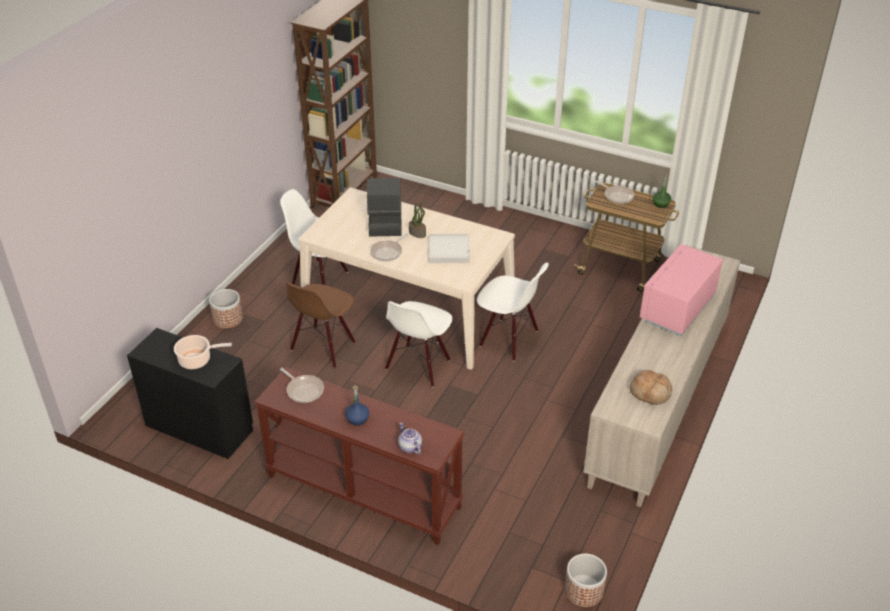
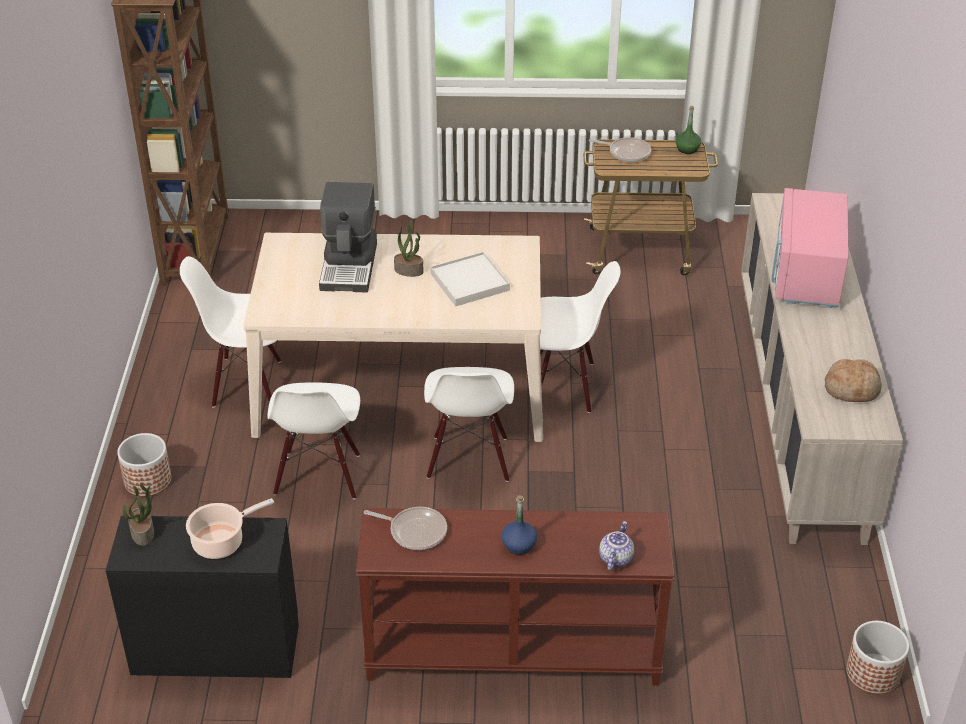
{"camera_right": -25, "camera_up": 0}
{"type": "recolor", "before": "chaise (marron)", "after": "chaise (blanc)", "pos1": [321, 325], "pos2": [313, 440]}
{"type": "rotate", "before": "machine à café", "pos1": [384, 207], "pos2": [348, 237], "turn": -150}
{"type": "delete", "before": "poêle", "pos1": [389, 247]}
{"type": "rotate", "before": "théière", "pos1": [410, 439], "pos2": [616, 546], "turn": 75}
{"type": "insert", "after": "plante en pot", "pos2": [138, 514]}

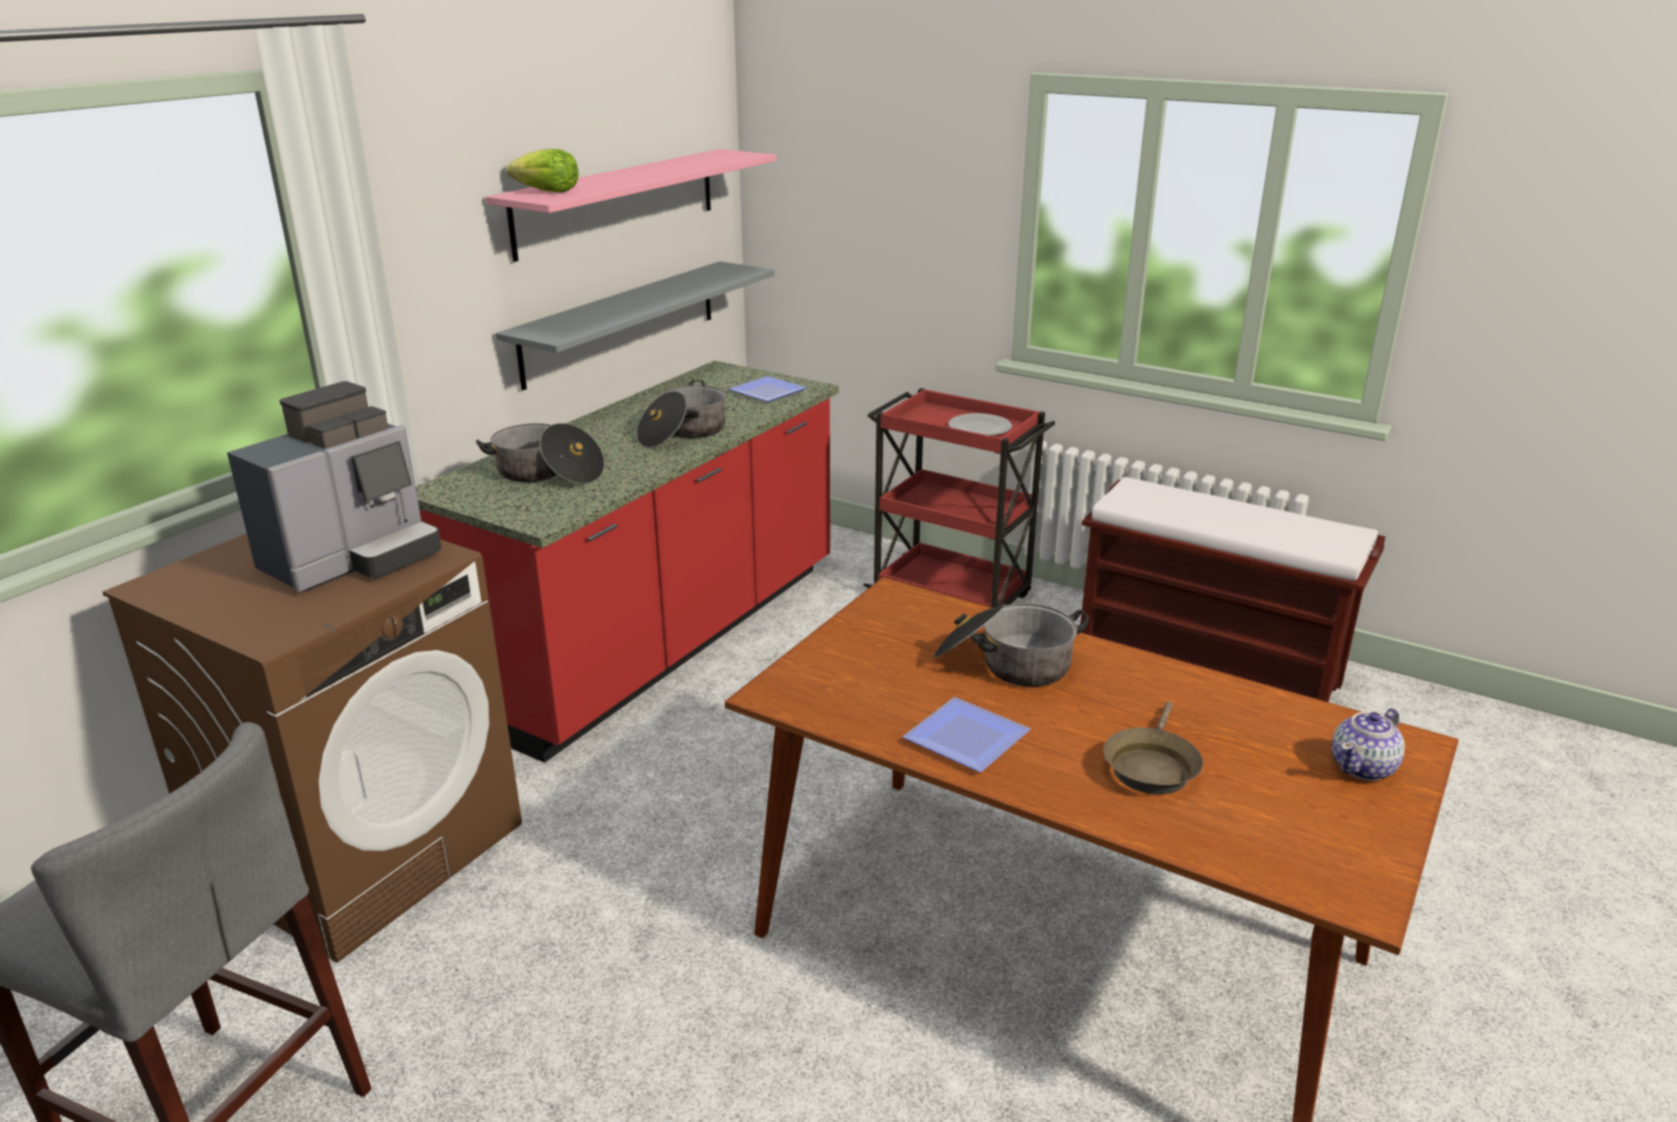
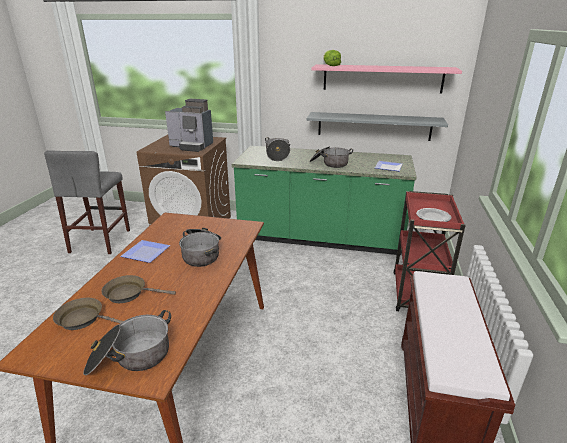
{"camera_right": 70, "camera_up": 0}
{"type": "recolor", "before": "comptoir de cuisine (rouge)", "after": "comptoir de cuisine (vert)", "pos1": [627, 562], "pos2": [324, 200]}
{"type": "replace", "before": "théière", "after": "marmite", "pos1": [1368, 744], "pos2": [127, 343]}
{"type": "insert", "after": "poêle (marron)", "pos2": [88, 314]}

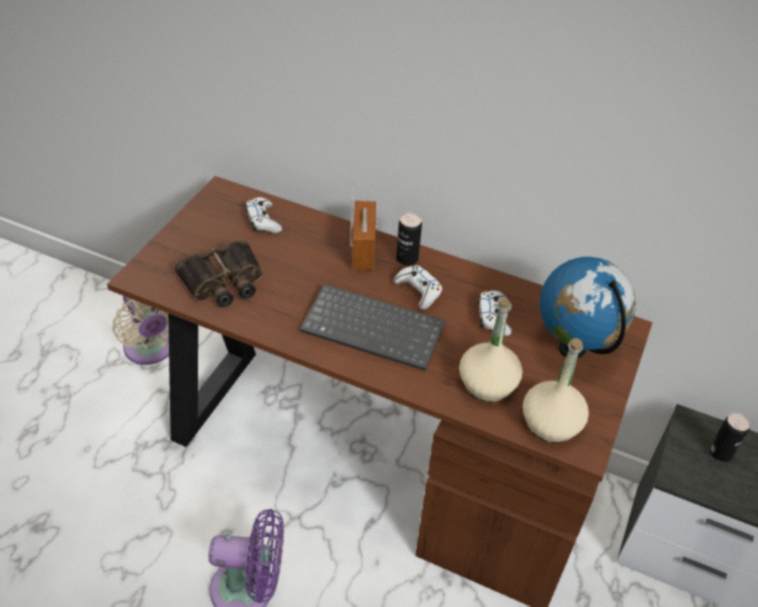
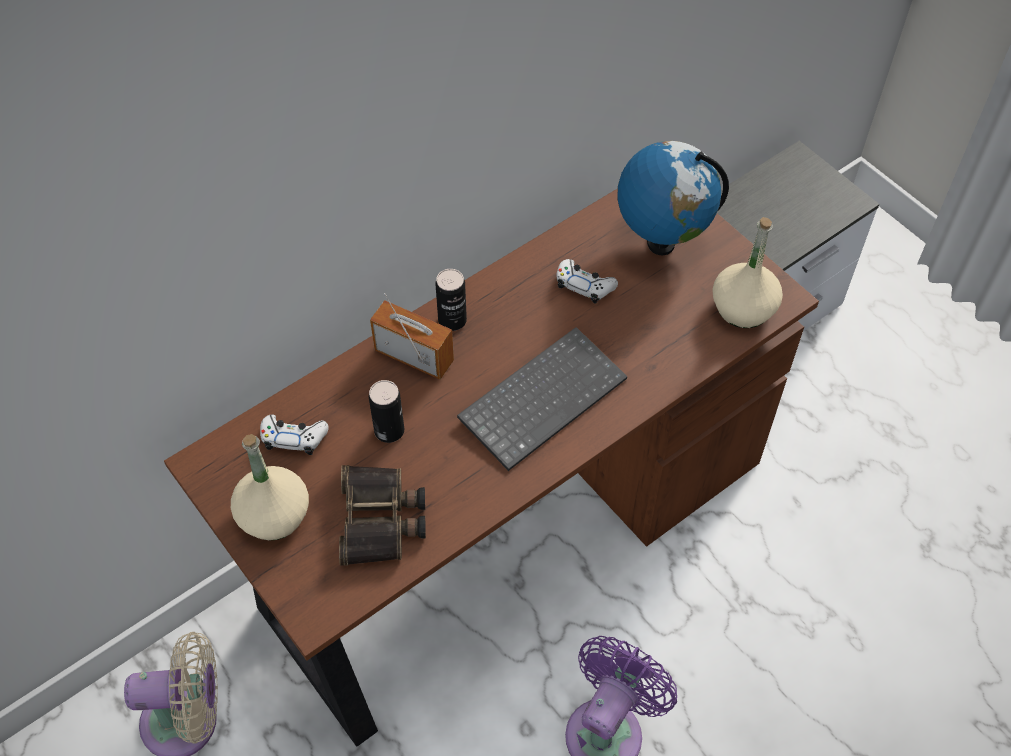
{"camera_right": -60, "camera_up": 10}
{"type": "delete", "before": "manette (blanc)", "pos1": [417, 287]}
{"type": "move", "before": "bouteille (beige)", "pos1": [490, 350], "pos2": [270, 487]}
{"type": "move", "before": "boîte métallique", "pos1": [730, 437], "pos2": [386, 411]}

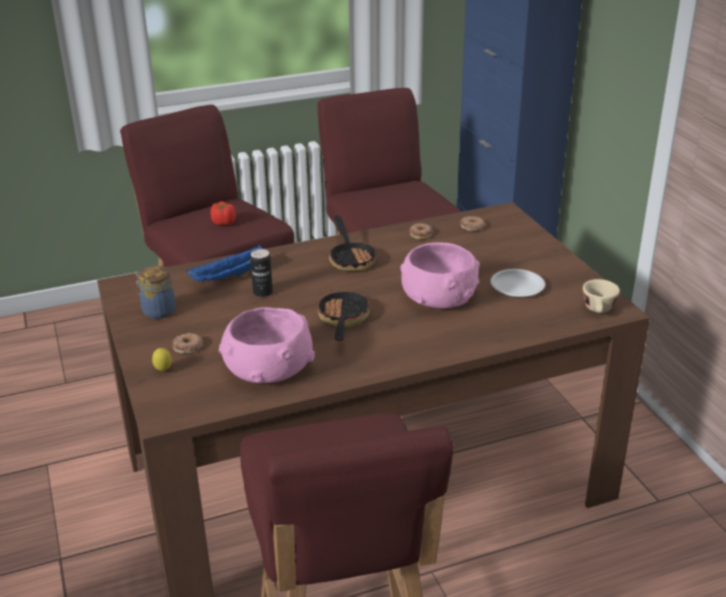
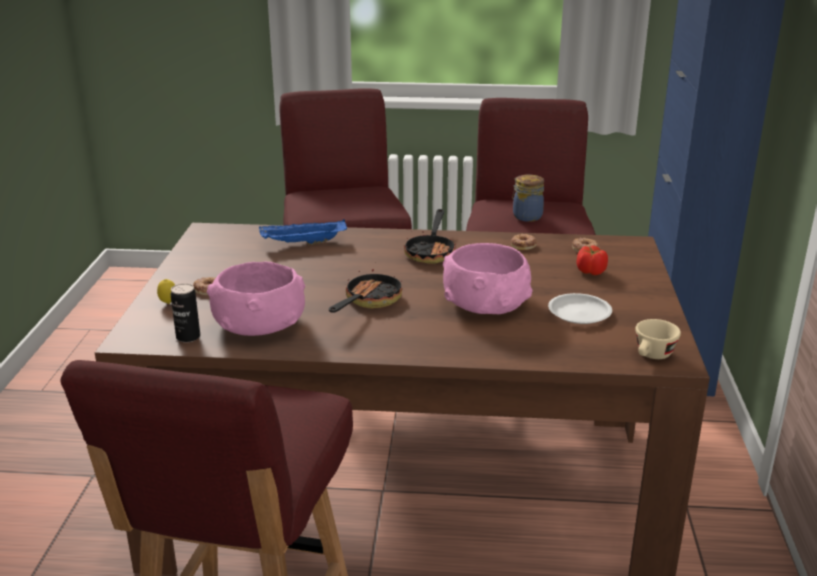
{"camera_right": 25, "camera_up": -5}
{"type": "move", "before": "bocal", "pos1": [155, 292], "pos2": [528, 198]}
{"type": "move", "before": "tomate", "pos1": [223, 213], "pos2": [592, 260]}
{"type": "move", "before": "boîte métallique", "pos1": [261, 273], "pos2": [185, 313]}

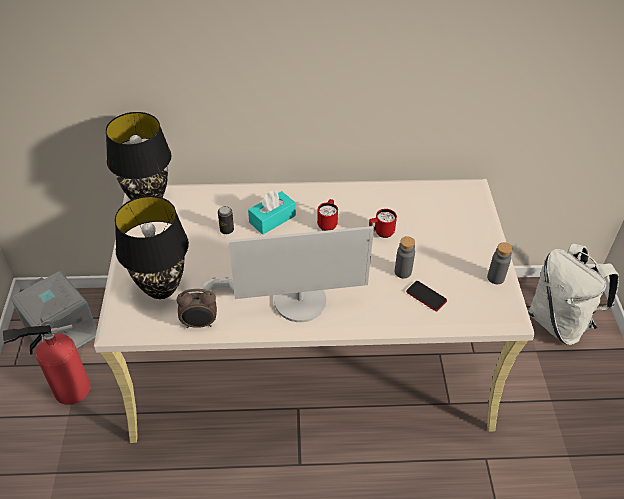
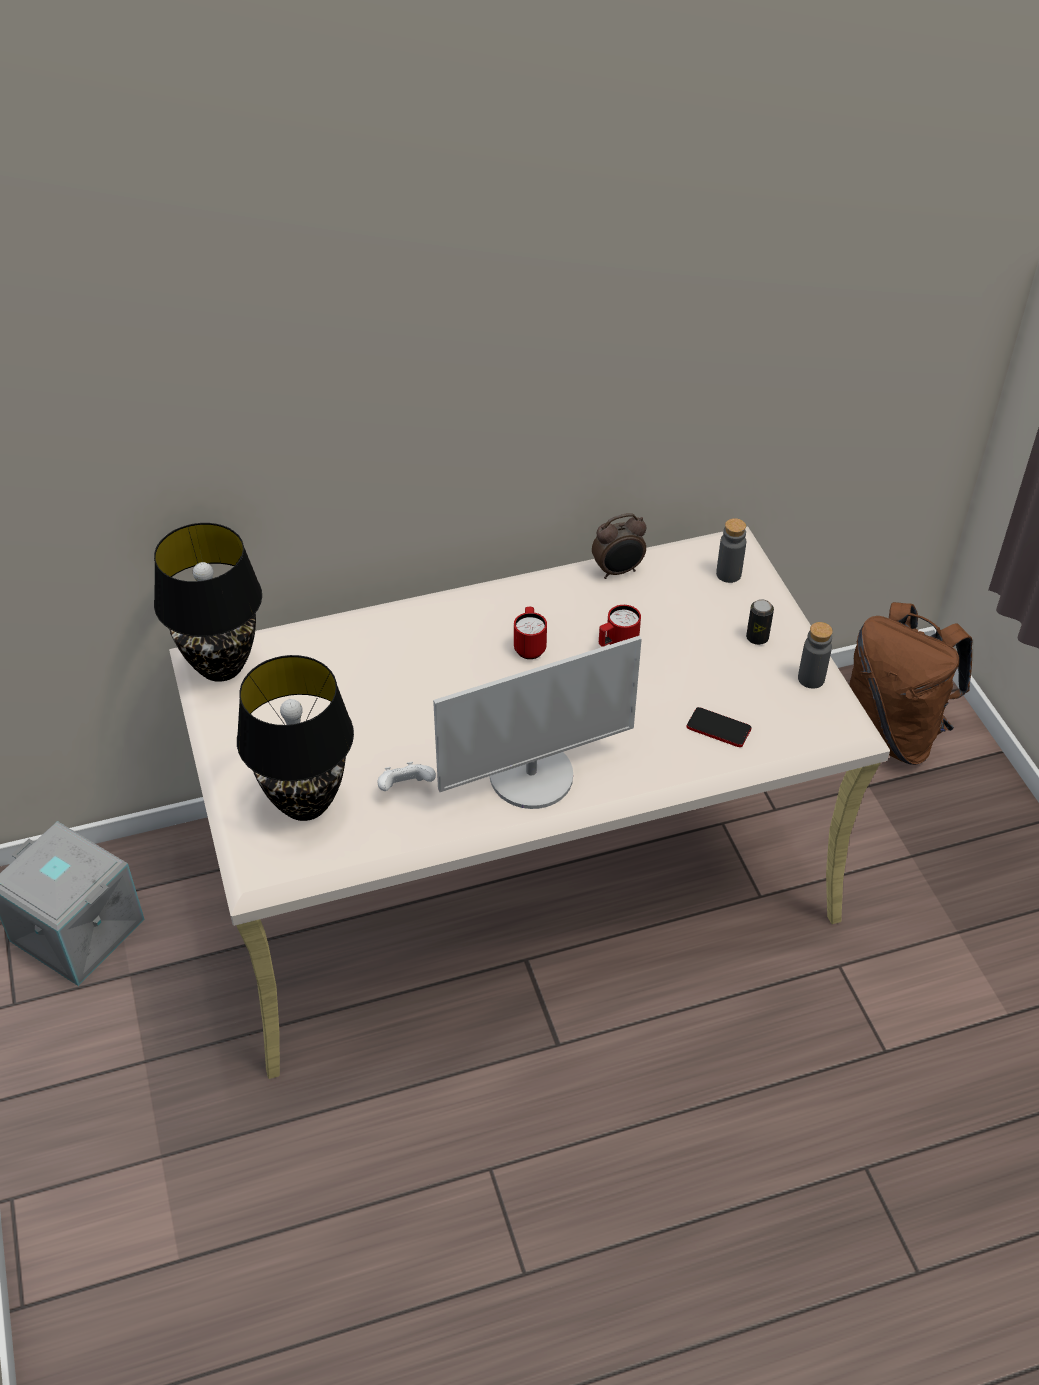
{"camera_right": -15, "camera_up": 0}
{"type": "delete", "before": "extincteur", "pos1": [46, 361]}
{"type": "move", "before": "réveil", "pos1": [197, 308], "pos2": [619, 546]}
{"type": "move", "before": "boîte métallique", "pos1": [226, 220], "pos2": [760, 622]}
{"type": "delete", "before": "boîte à mouchoirs (turquoise)", "pos1": [272, 212]}
{"type": "move", "before": "bouteille (gris)", "pos1": [405, 257], "pos2": [731, 550]}
{"type": "recolor", "before": "sac à dos (blanc)", "after": "sac à dos (marron)", "pos1": [574, 294], "pos2": [910, 683]}

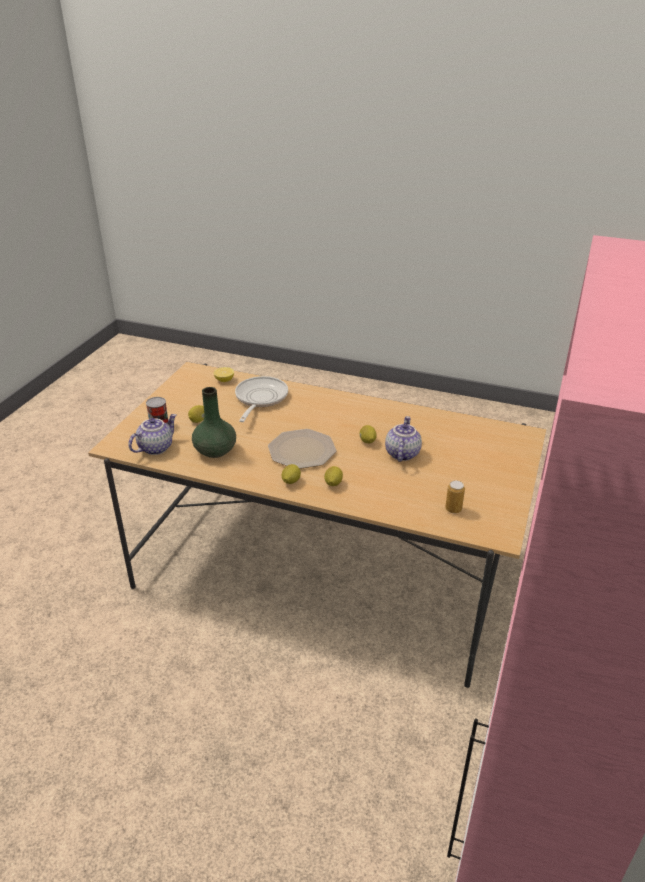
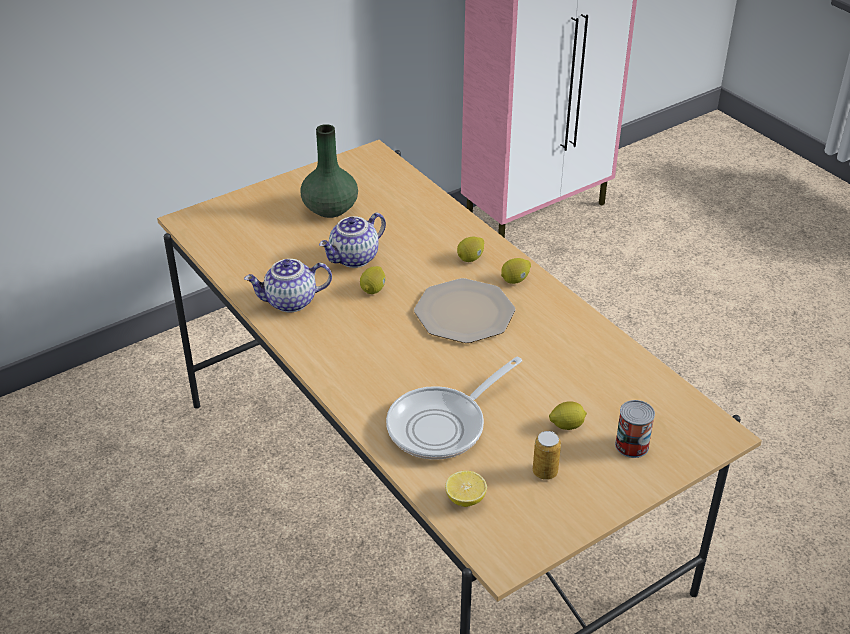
{"camera_right": -145, "camera_up": 5}
{"type": "move", "before": "théière", "pos1": [152, 434], "pos2": [288, 286]}
{"type": "move", "before": "vase (vert)", "pos1": [214, 422], "pos2": [329, 171]}
{"type": "move", "before": "boîte métallique", "pos1": [455, 497], "pos2": [547, 455]}

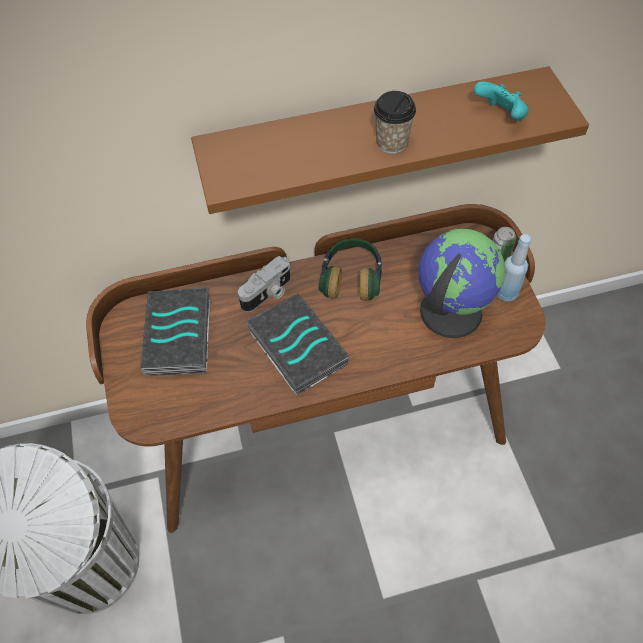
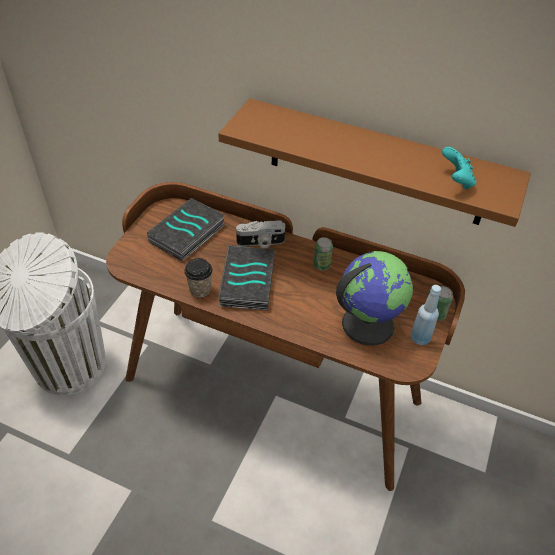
{"camera_right": 35, "camera_up": -10}
{"type": "replace", "before": "casque audio", "after": "boîte métallique", "pos1": [350, 269], "pos2": [323, 254]}
{"type": "move", "before": "tasse", "pos1": [395, 122], "pos2": [198, 278]}

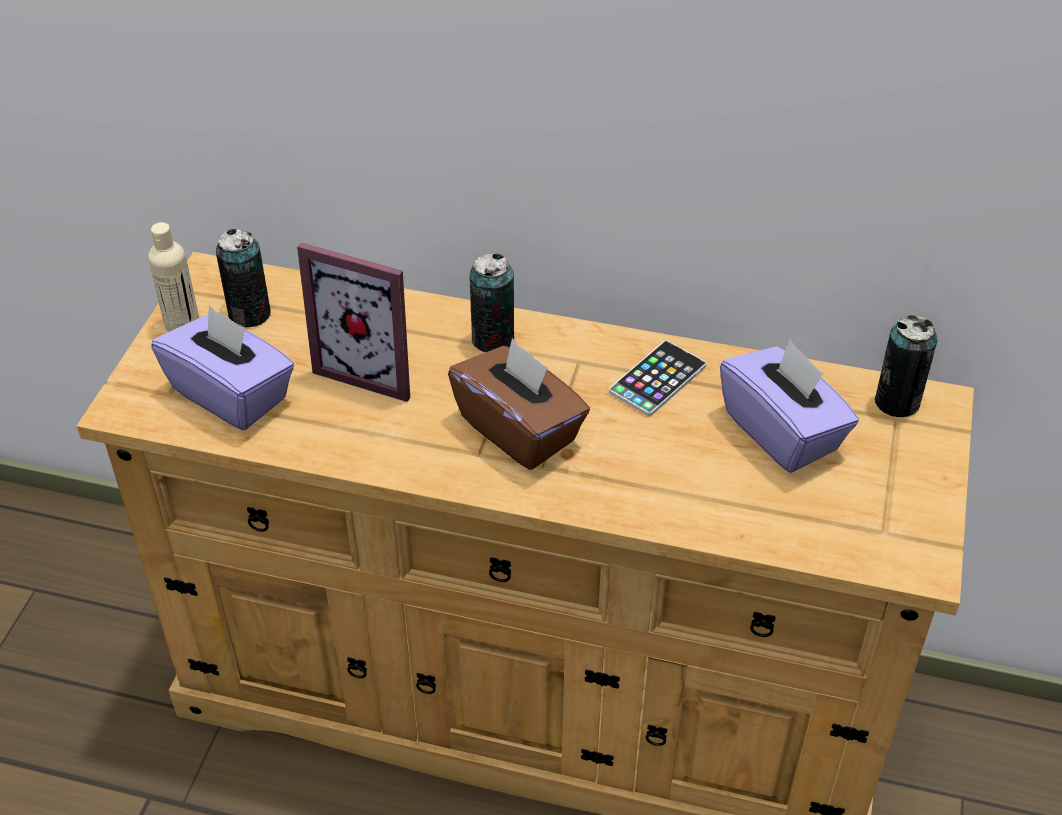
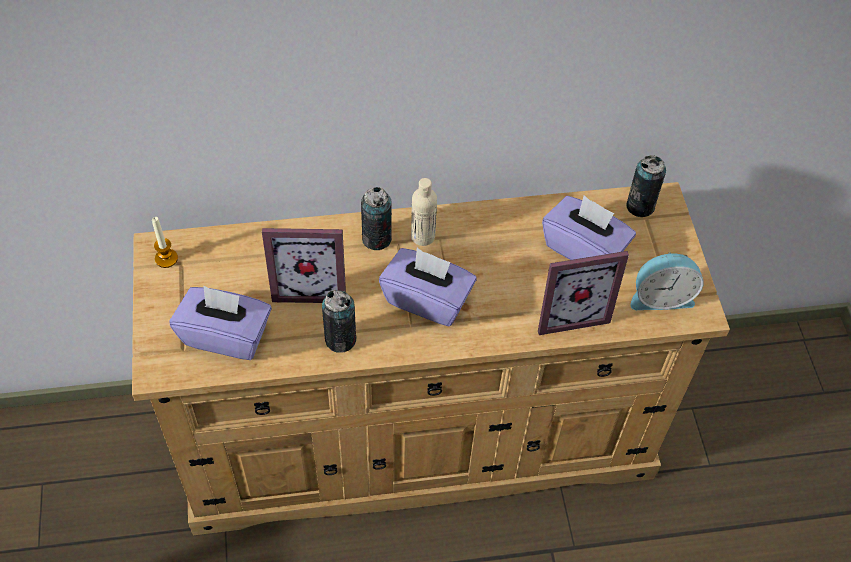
{"camera_right": -25, "camera_up": 10}
{"type": "move", "before": "bouteille (beige)", "pos1": [173, 277], "pos2": [424, 212]}
{"type": "move", "before": "boîte métallique", "pos1": [243, 278], "pos2": [339, 321]}
{"type": "recolor", "before": "boîte à mouchoirs (marron)", "after": "boîte à mouchoirs (violet)", "pos1": [519, 404], "pos2": [428, 287]}
{"type": "delete", "before": "téléphone", "pos1": [657, 378]}
{"type": "insert", "after": "bougie", "pos2": [165, 242]}
{"type": "insert", "after": "cadre photo", "pos2": [583, 293]}
{"type": "insert", "after": "réveil", "pos2": [667, 281]}

